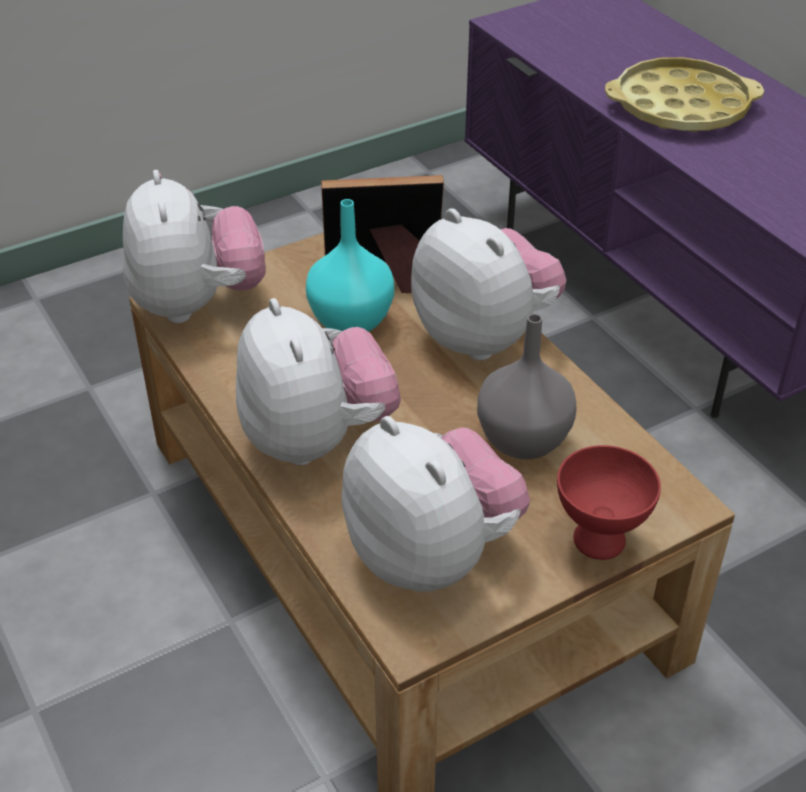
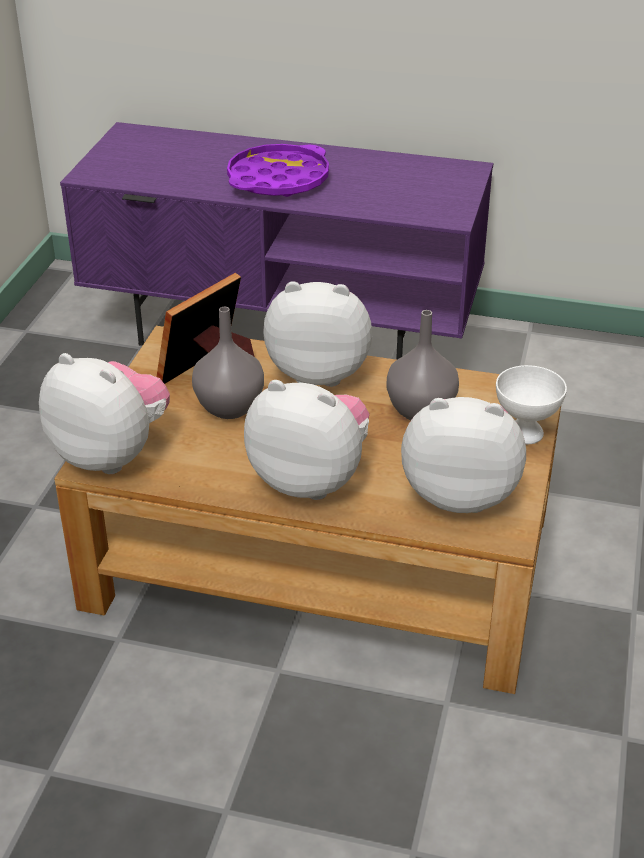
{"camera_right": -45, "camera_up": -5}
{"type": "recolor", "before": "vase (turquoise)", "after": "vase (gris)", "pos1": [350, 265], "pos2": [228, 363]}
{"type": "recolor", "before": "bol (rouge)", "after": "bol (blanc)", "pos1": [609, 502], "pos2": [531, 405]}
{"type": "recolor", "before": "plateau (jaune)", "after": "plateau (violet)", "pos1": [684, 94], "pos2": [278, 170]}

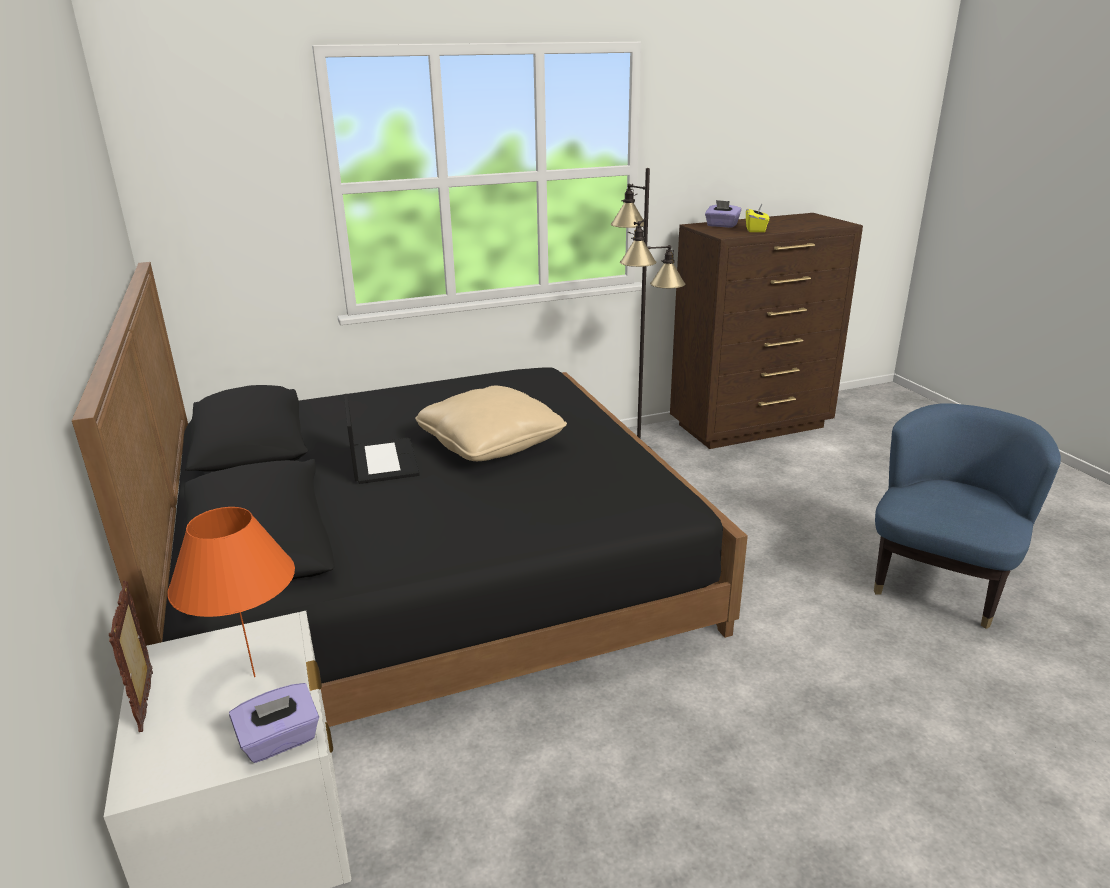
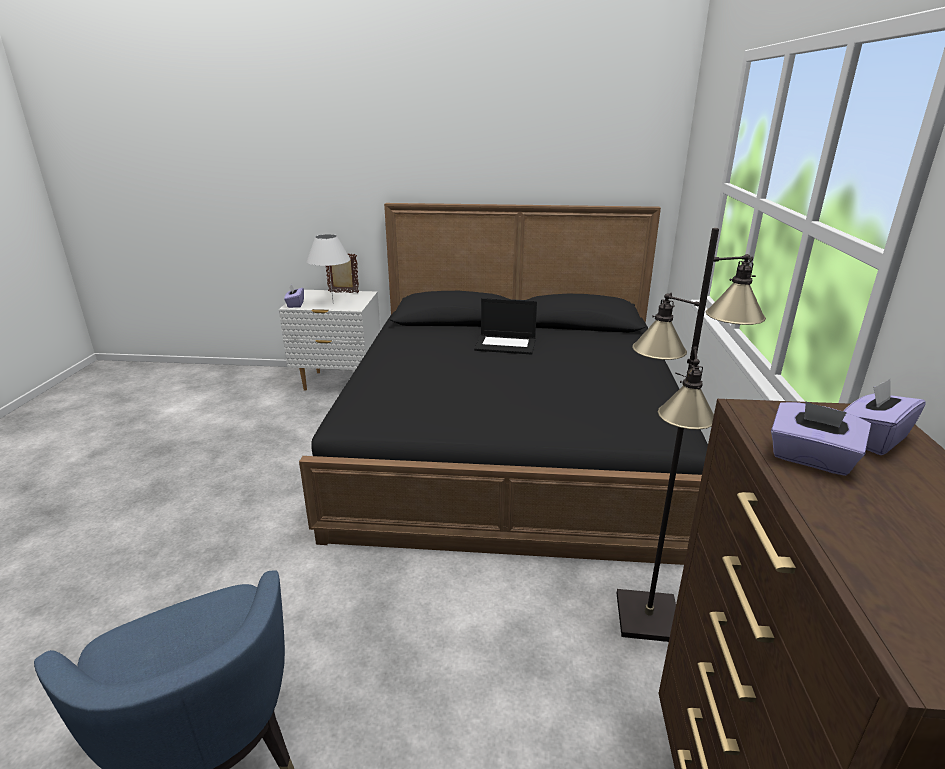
{"camera_right": 115, "camera_up": 0}
{"type": "recolor", "before": "lampe de table (orange)", "after": "lampe de table (blanc)", "pos1": [231, 592], "pos2": [328, 267]}
{"type": "delete", "before": "coussin (beige)", "pos1": [491, 423]}
{"type": "recolor", "before": "boîte à mouchoirs (jaune)", "after": "boîte à mouchoirs (violet)", "pos1": [757, 218], "pos2": [821, 439]}

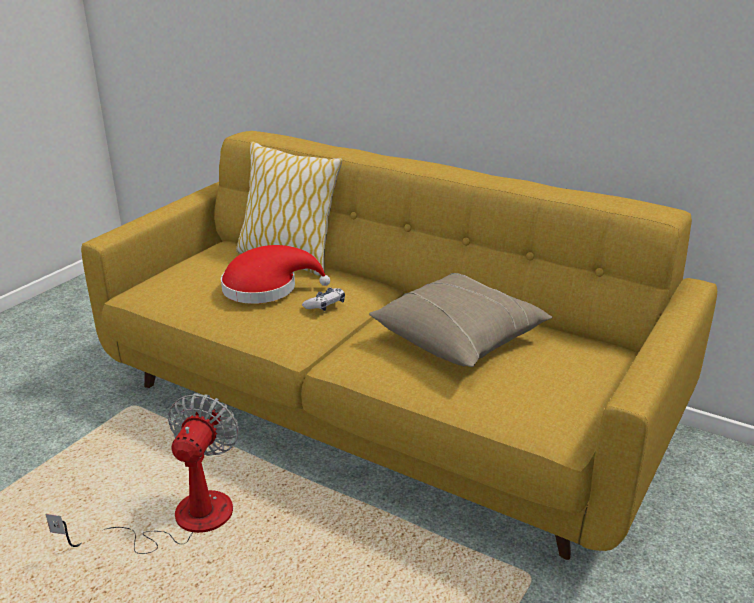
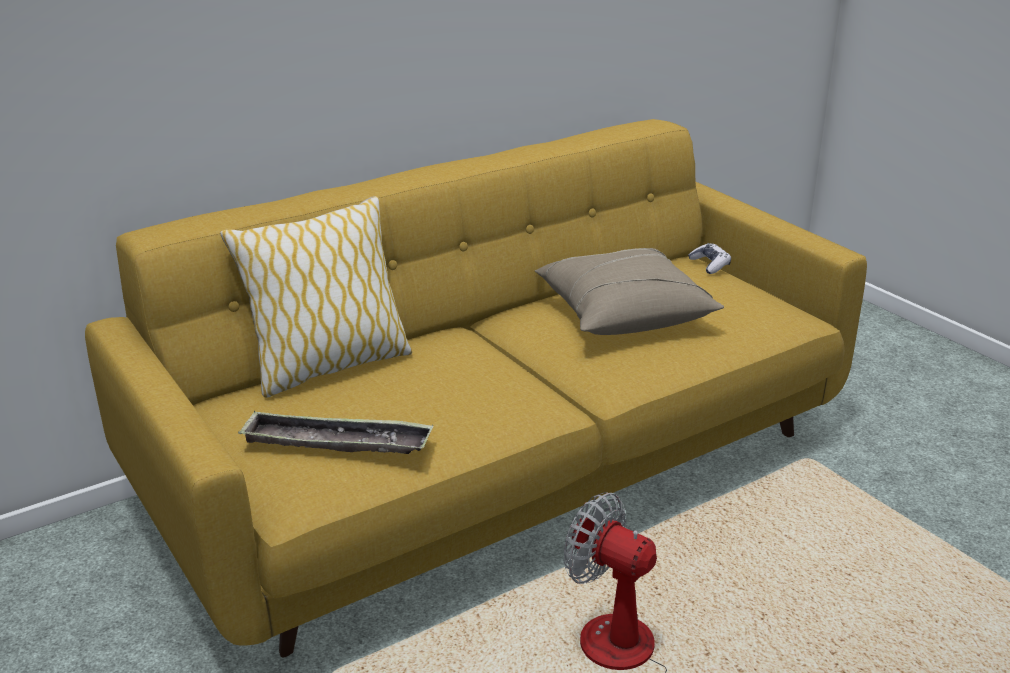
{"camera_right": -65, "camera_up": 0}
{"type": "delete", "before": "chapeau (rouge)", "pos1": [275, 274]}
{"type": "move", "before": "manette", "pos1": [323, 299], "pos2": [709, 258]}
{"type": "insert", "after": "plateau", "pos2": [335, 432]}

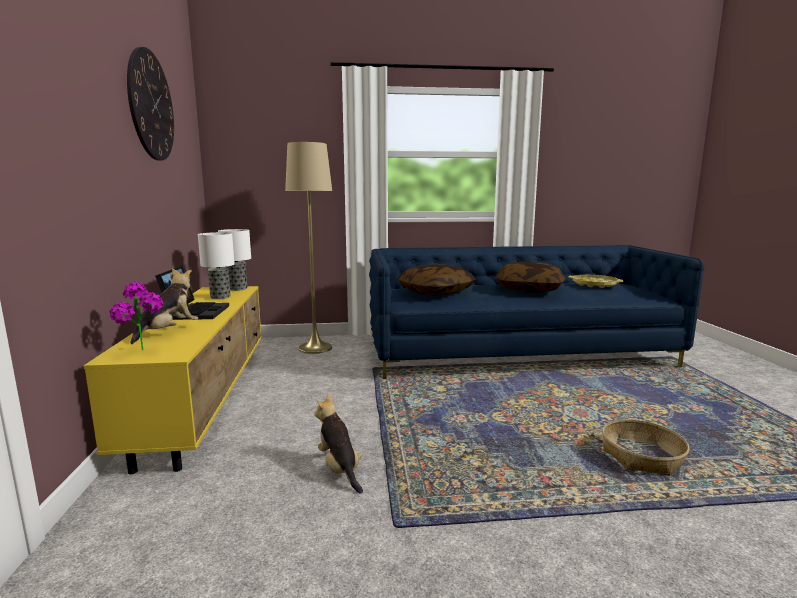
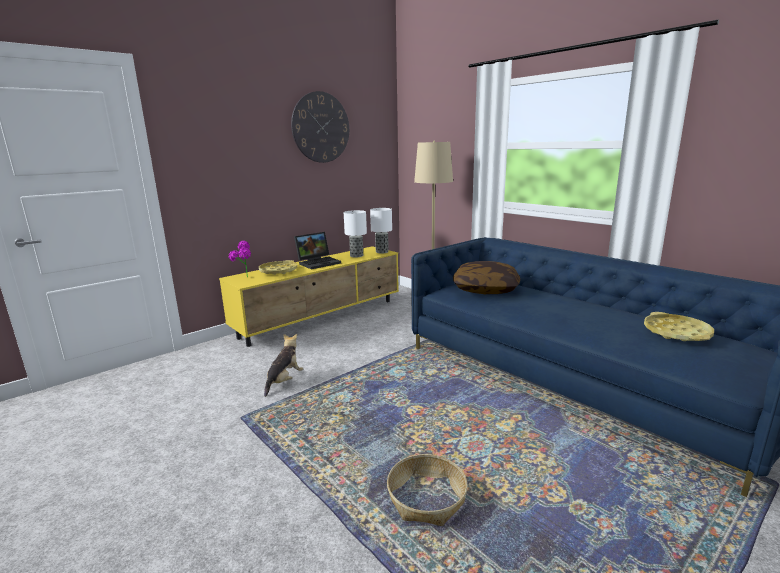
{"camera_right": 55, "camera_up": 5}
{"type": "replace", "before": "peluche", "after": "plateau (jaune)", "pos1": [164, 306], "pos2": [278, 267]}
{"type": "delete", "before": "coussin", "pos1": [530, 277]}

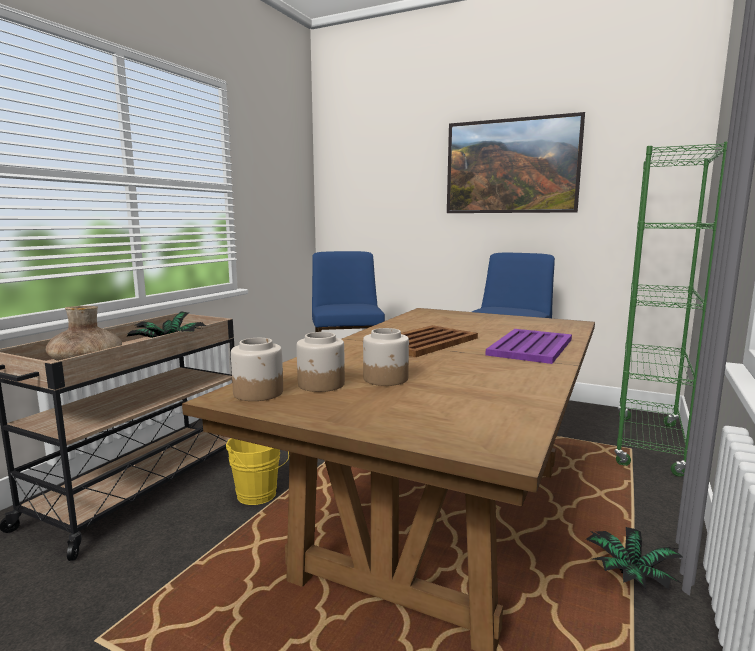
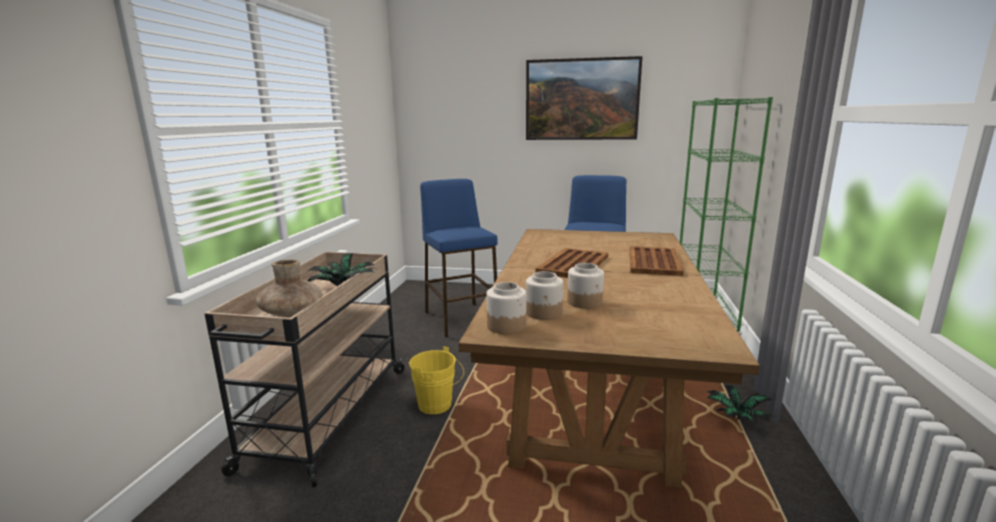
{"camera_right": -15, "camera_up": 5}
{"type": "recolor", "before": "plateau (violet)", "after": "plateau (marron)", "pos1": [528, 346], "pos2": [657, 261]}

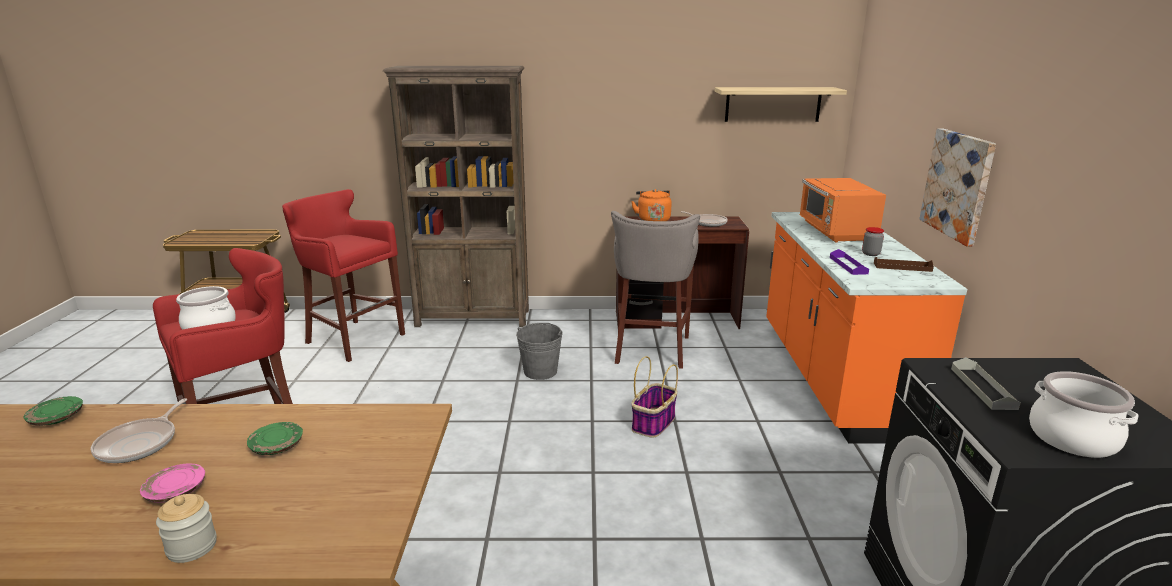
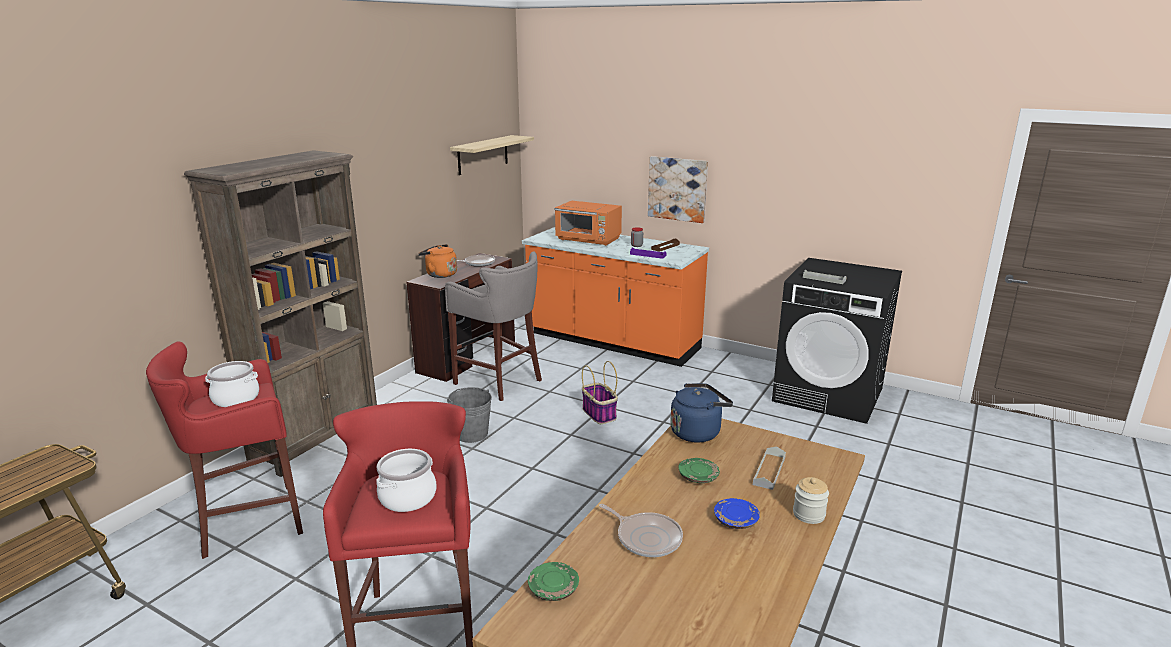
{"camera_right": -60, "camera_up": 0}
{"type": "recolor", "before": "assiette (rose)", "after": "assiette (bleu)", "pos1": [172, 483], "pos2": [737, 513]}
{"type": "move", "before": "marmite", "pos1": [1084, 414], "pos2": [232, 384]}
{"type": "insert", "after": "bouilloire (bleu)", "pos2": [701, 413]}
{"type": "insert", "after": "plateau (gris)", "pos2": [769, 468]}

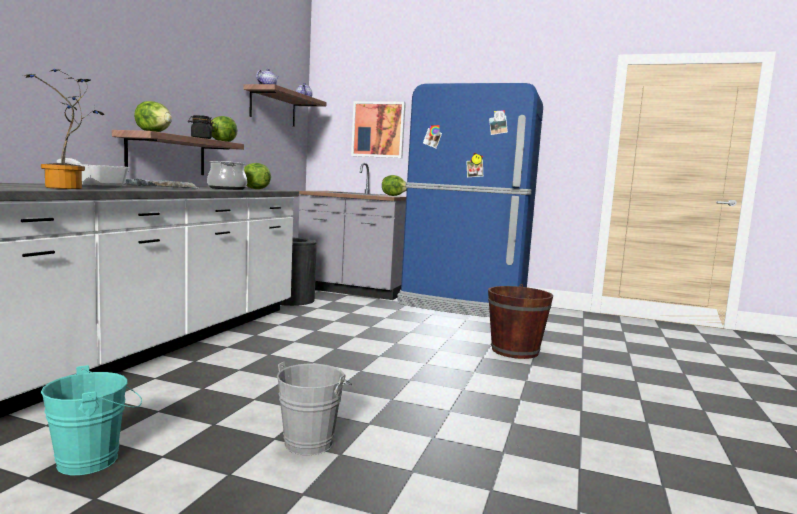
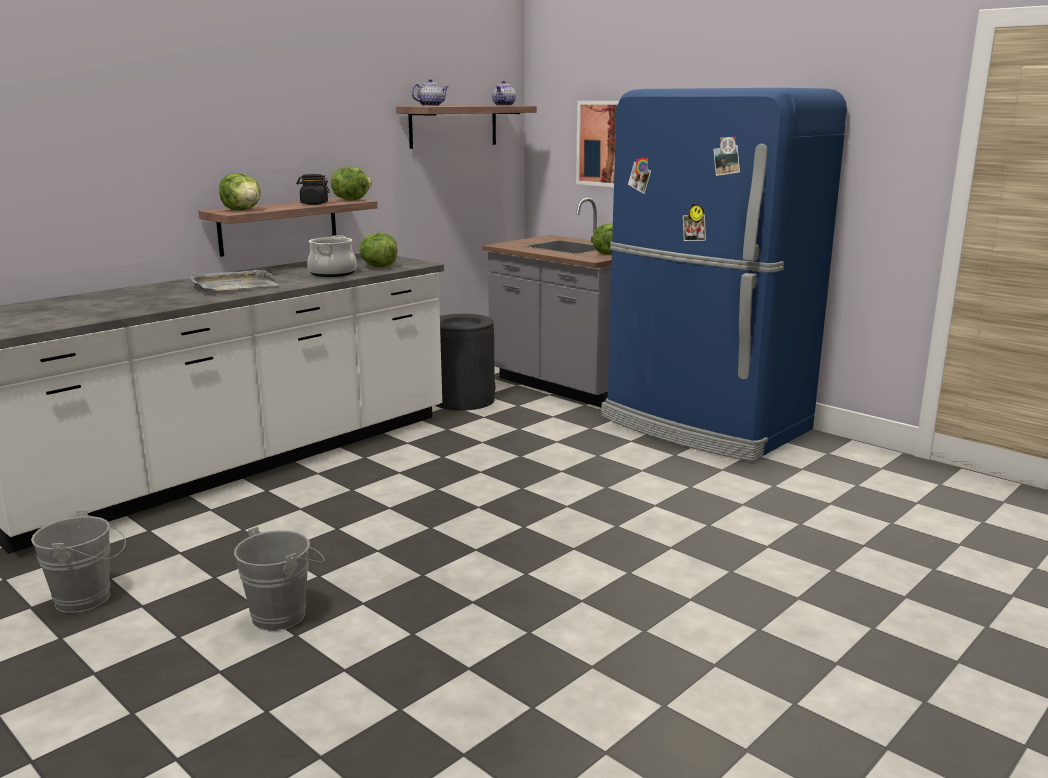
{"camera_right": 25, "camera_up": 10}
{"type": "delete", "before": "plante en pot", "pos1": [64, 129]}
{"type": "recolor", "before": "seau (turquoise)", "after": "seau (gris)", "pos1": [91, 420], "pos2": [78, 561]}
{"type": "delete", "before": "poêle", "pos1": [93, 173]}
{"type": "delete", "before": "seau (marron)", "pos1": [520, 321]}

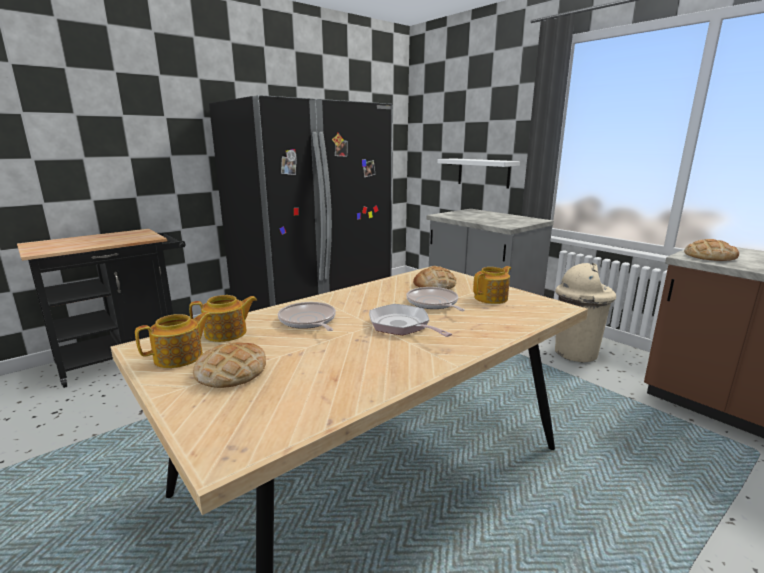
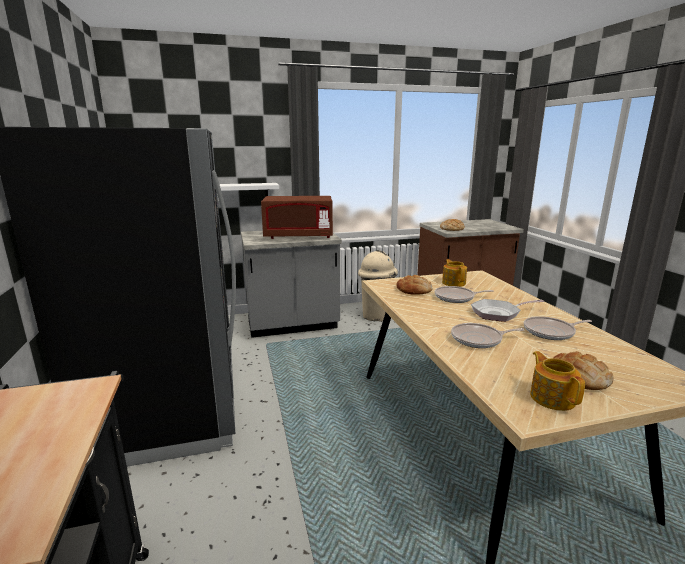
{"camera_right": -65, "camera_up": 0}
{"type": "delete", "before": "théière", "pos1": [223, 318]}
{"type": "insert", "after": "micro-ondes (marron)", "pos2": [297, 217]}
{"type": "insert", "after": "poêle", "pos2": [558, 328]}

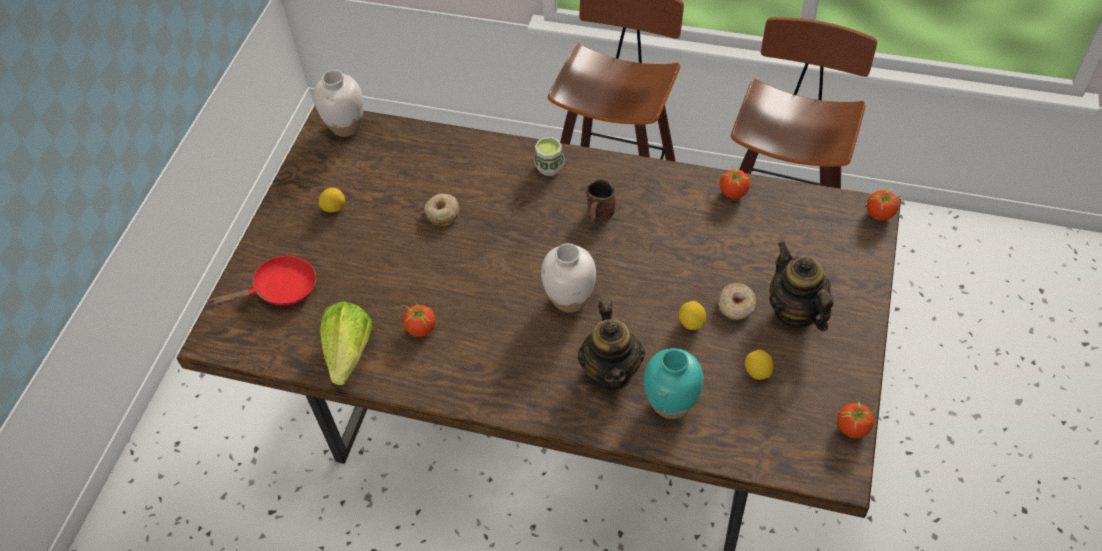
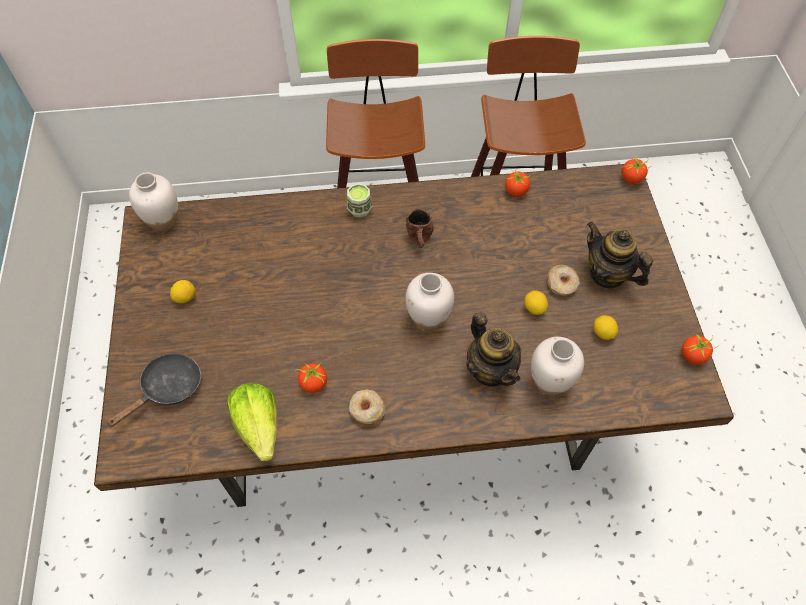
{"camera_right": -25, "camera_up": 5}
{"type": "recolor", "before": "poêle (rouge)", "after": "poêle (noir)", "pos1": [261, 281], "pos2": [153, 390]}
{"type": "move", "before": "beignet", "pos1": [441, 210], "pos2": [367, 407]}
{"type": "recolor", "before": "vase (turquoise)", "after": "vase (blanc)", "pos1": [673, 383], "pos2": [557, 366]}

